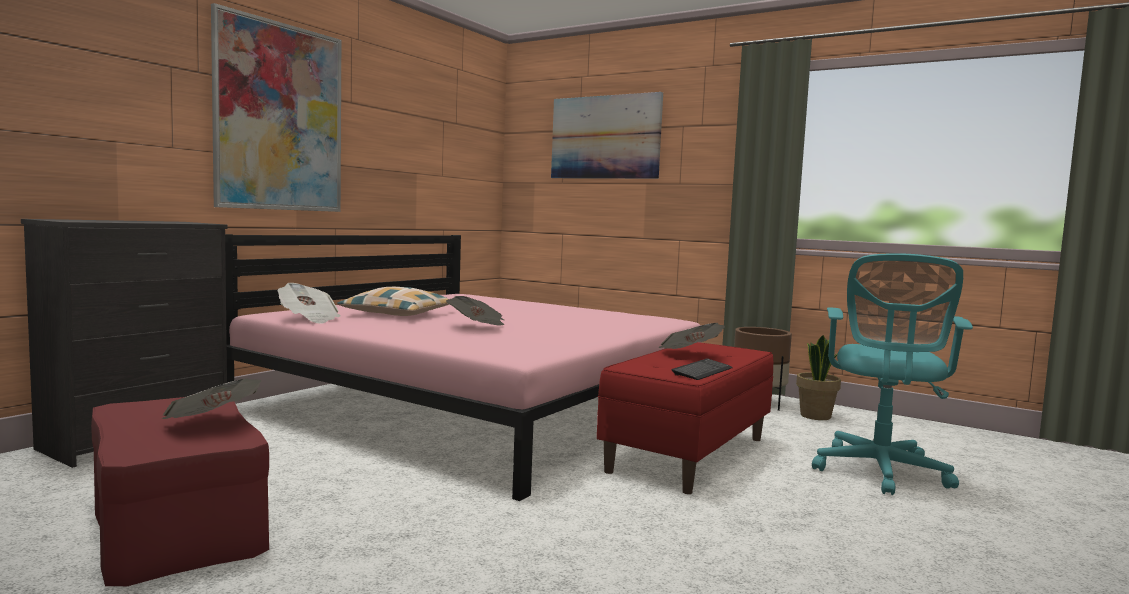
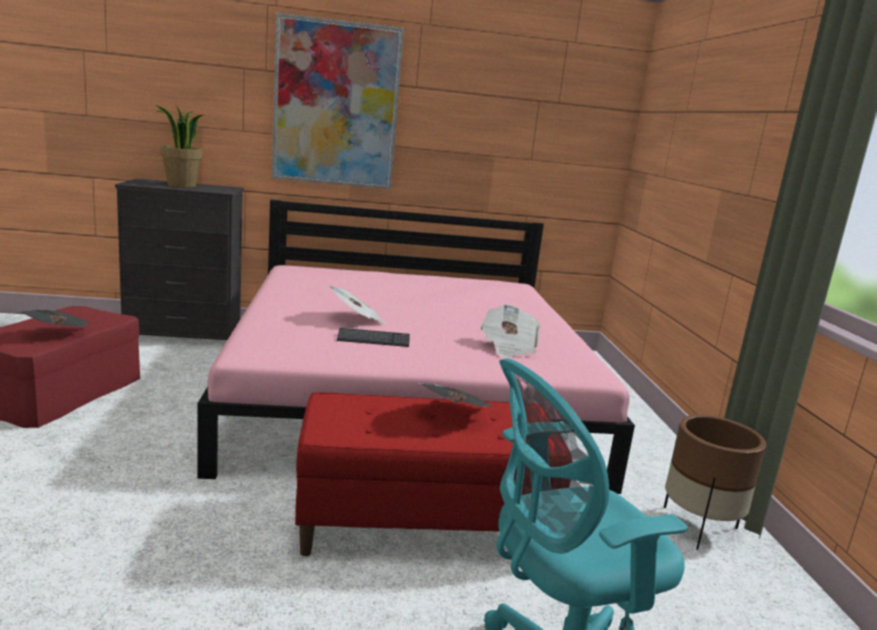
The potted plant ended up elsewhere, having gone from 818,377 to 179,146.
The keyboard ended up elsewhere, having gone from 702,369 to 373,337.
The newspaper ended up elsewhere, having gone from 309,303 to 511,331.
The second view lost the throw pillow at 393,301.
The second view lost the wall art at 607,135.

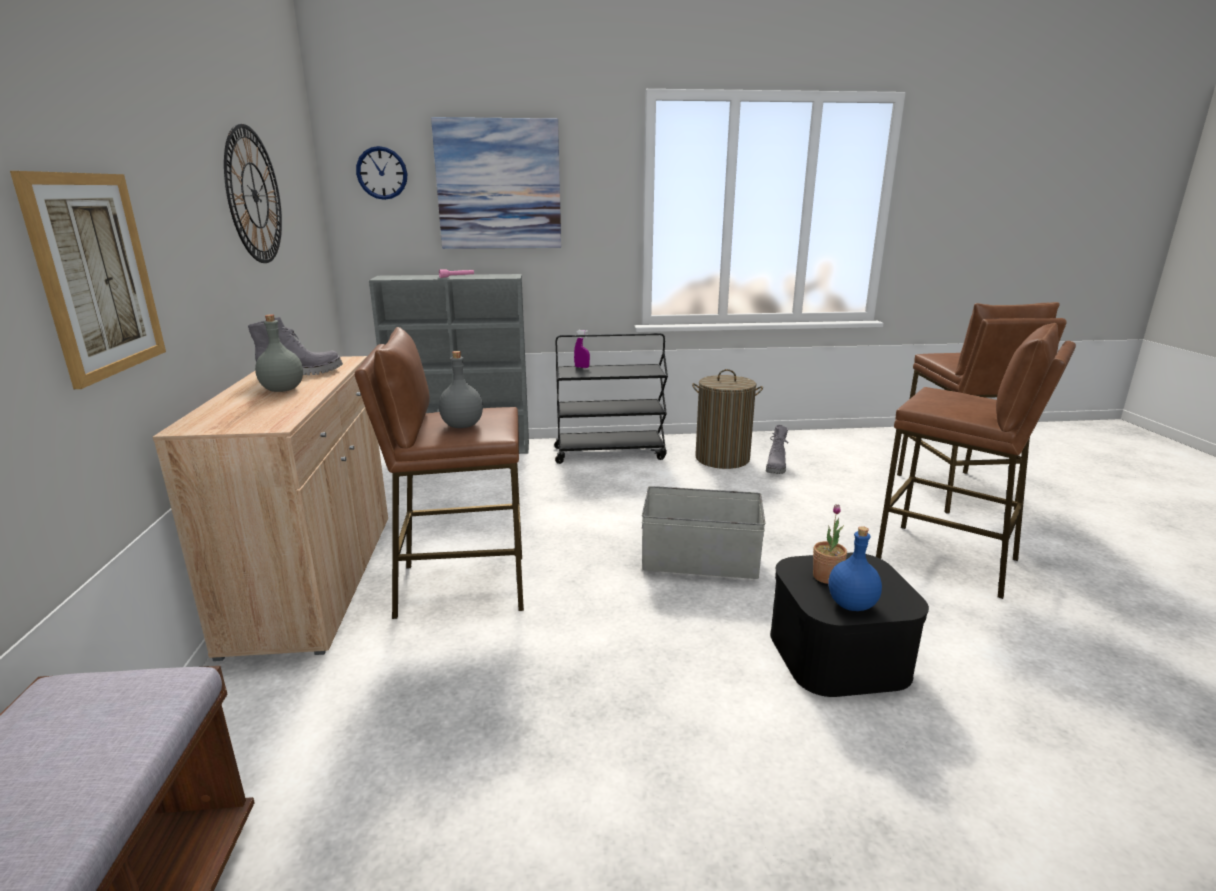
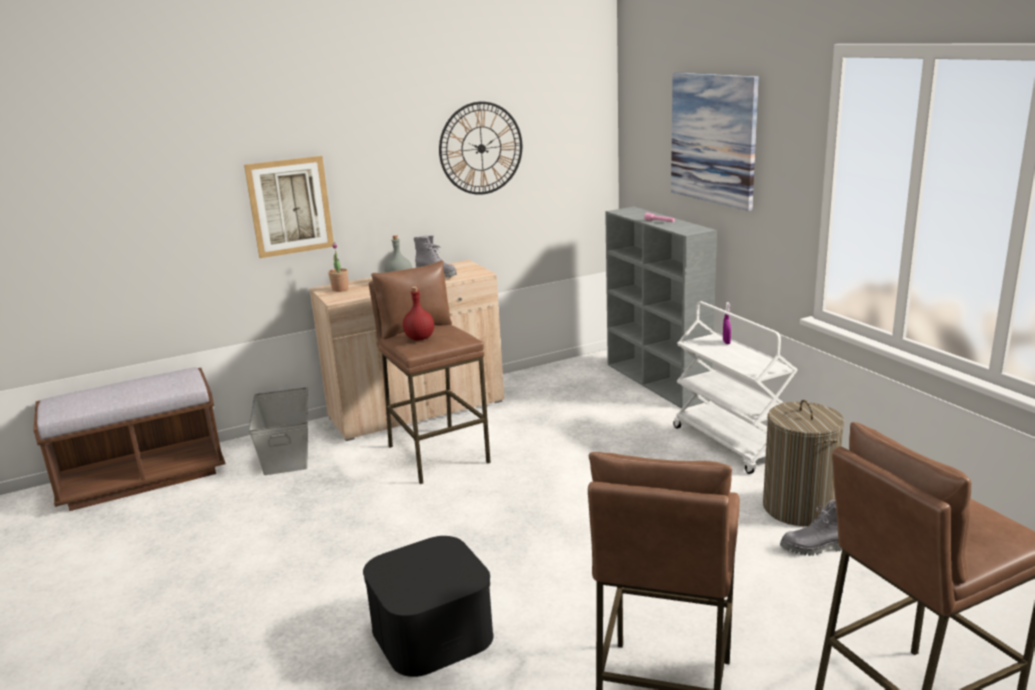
The greyish storage box ended up elsewhere, having gone from 704,532 to 278,431.
The potted plant ended up elsewhere, having gone from 830,544 to 338,267.
What was the greyish drink bottle at 461,389 turned into the reddish drink bottle at 418,313.
What was the black-coloured cart at 611,398 turned into the whitish cart at 735,387.
The second view lost the wall clock at 381,173.
The second view lost the blue drink bottle at 855,568.

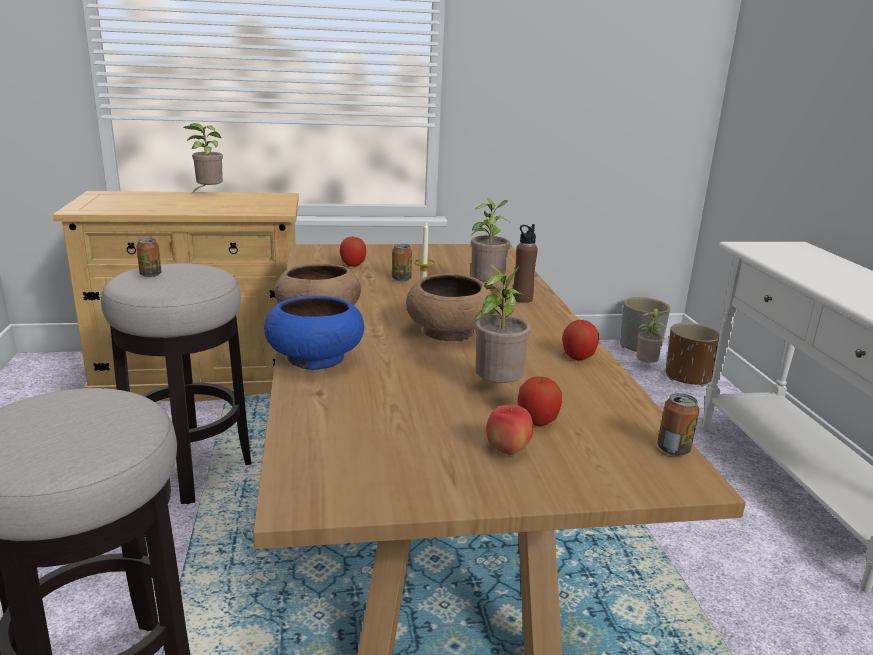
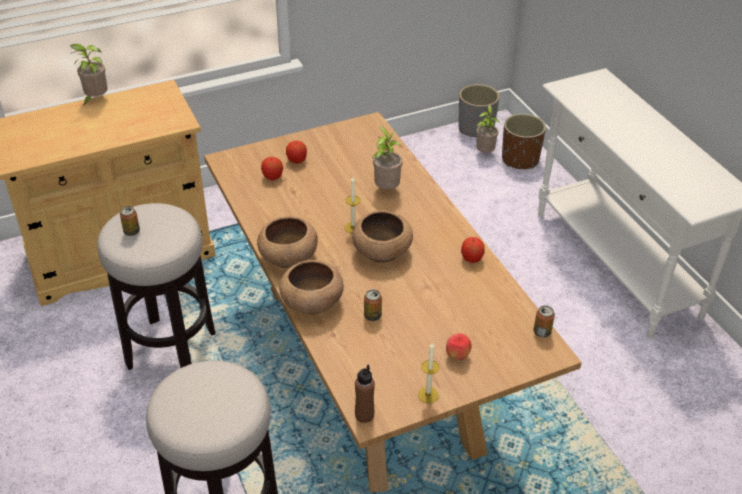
What was the blue serving bowl at 314,333 turned into the brown serving bowl at 311,287.
The whole apple ended up elsewhere, having gone from 539,401 to 296,152.
The brown drink bottle ended up elsewhere, having gone from 525,263 to 365,394.
The can ended up elsewhere, having gone from 402,262 to 373,305.
The second view gained the wax candle at 429,373.
The second view lost the potted plant at 502,323.

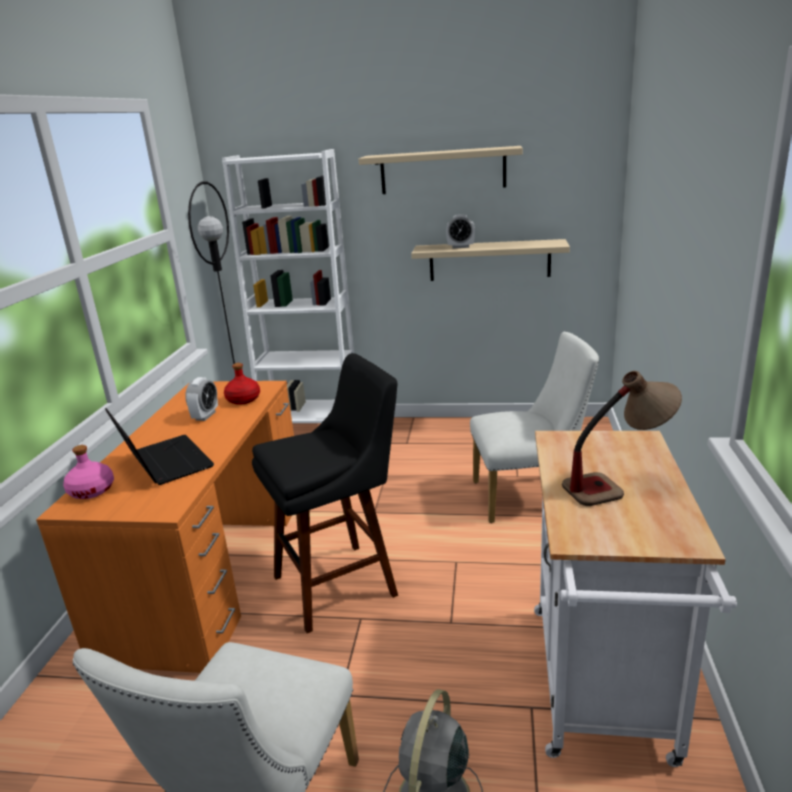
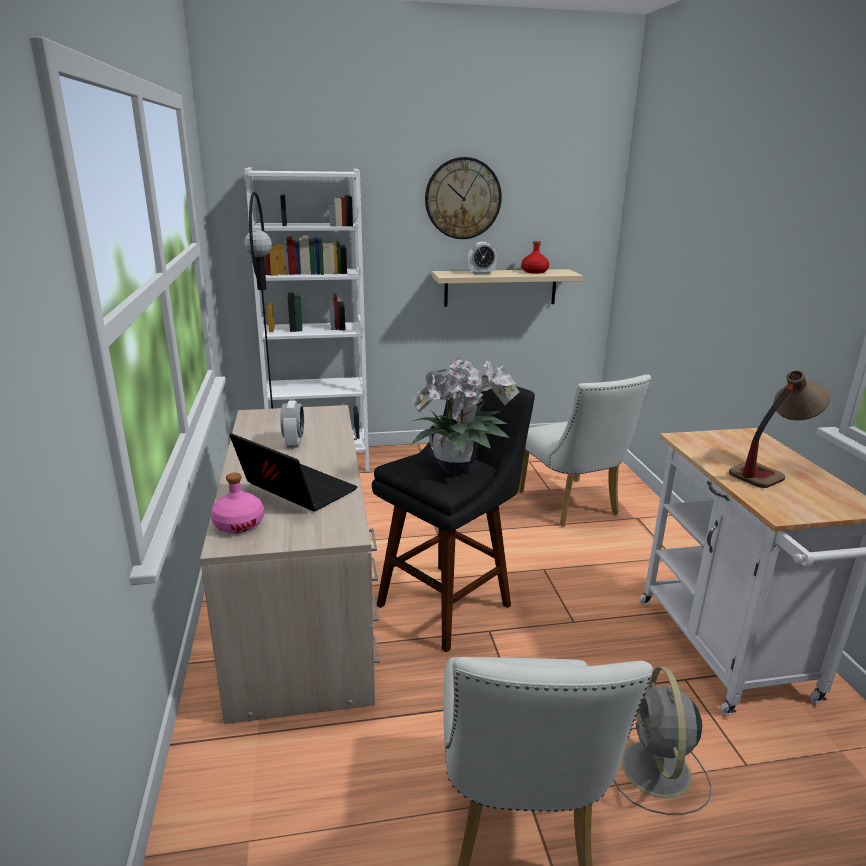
What was the orange desk at 165,527 turned into the beige desk at 289,564.
The second view gained the potted plant at 465,416.
Where the beige bracket shelf hung at 441,170, the wall clock came to hang at 463,198.
The whitish plain chair at 534,427 ended up facing another way, 90 degrees clockwise from before.
The reddish drink bottle ended up elsewhere, having gone from 242,384 to 535,257.

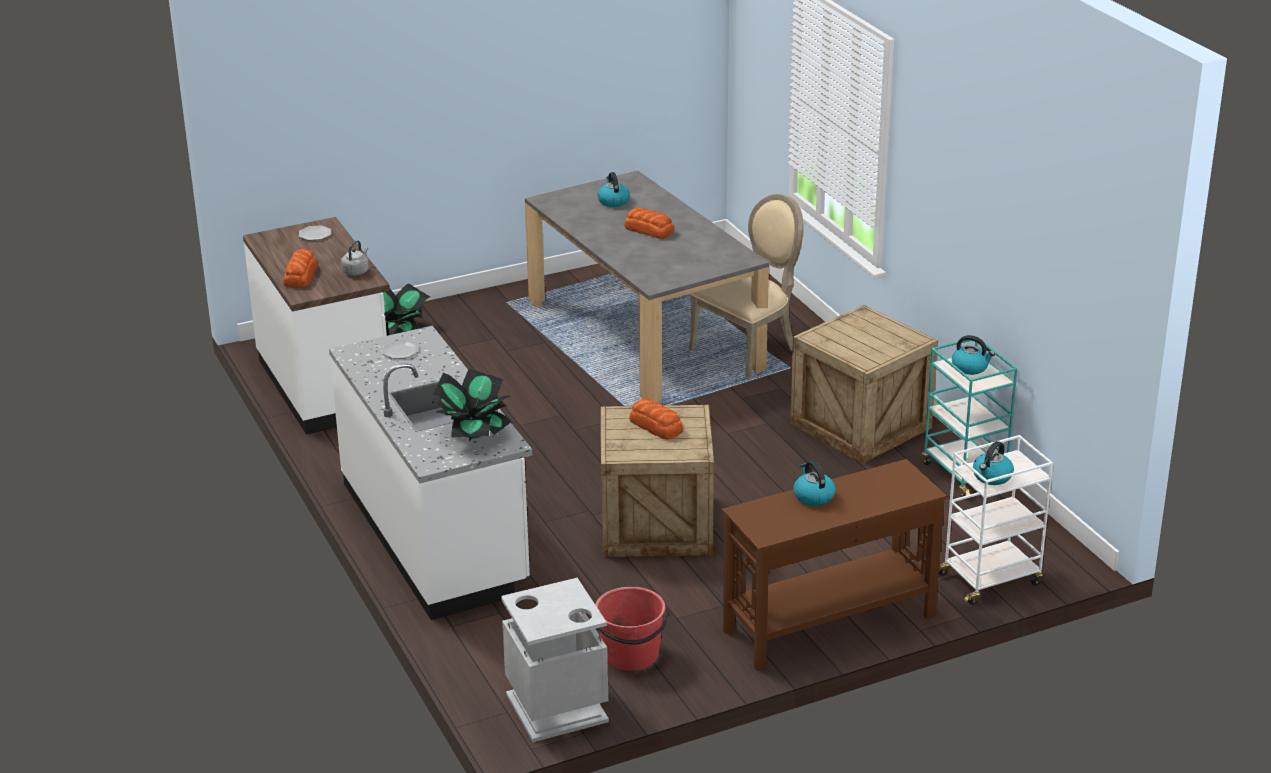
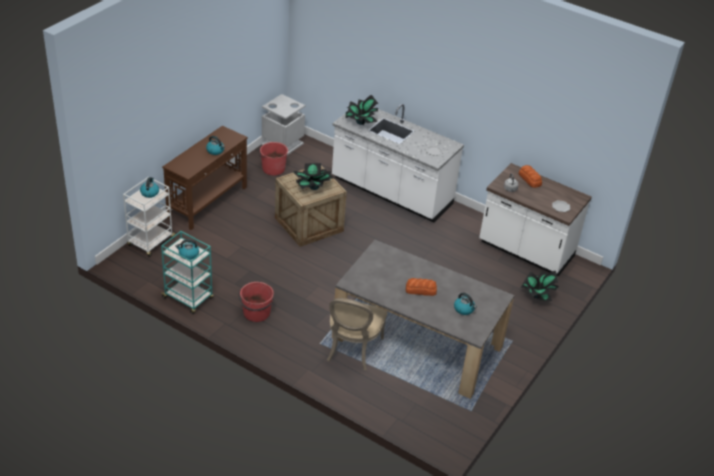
Where the shipping crate stood at 864,384, the reddish bucket came to stand at 256,302.
Where the bread stood at 656,418, the potted plant came to stand at 313,176.

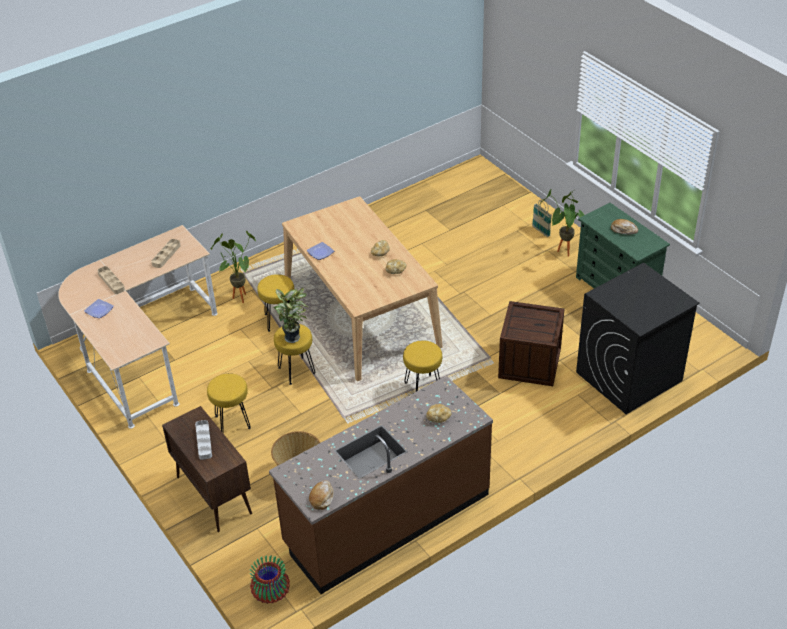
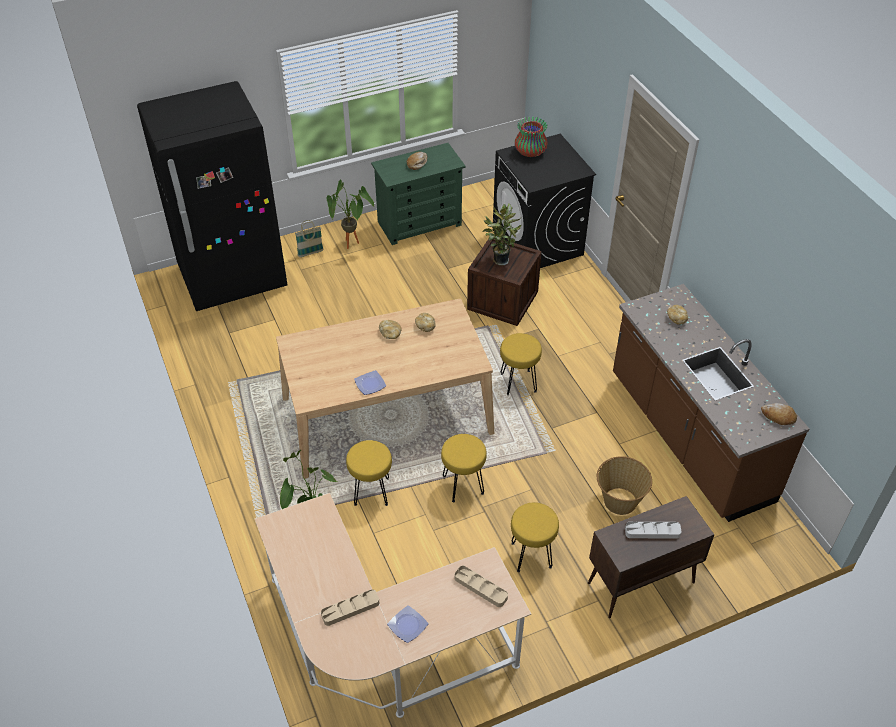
The second view gained the black-coloured refrigerator at 212,196.
The beige carrying tray ended up elsewhere, having gone from 166,253 to 481,586.
The potted plant ended up elsewhere, having gone from 291,315 to 502,234.
The vase ended up elsewhere, having gone from 270,579 to 531,137.

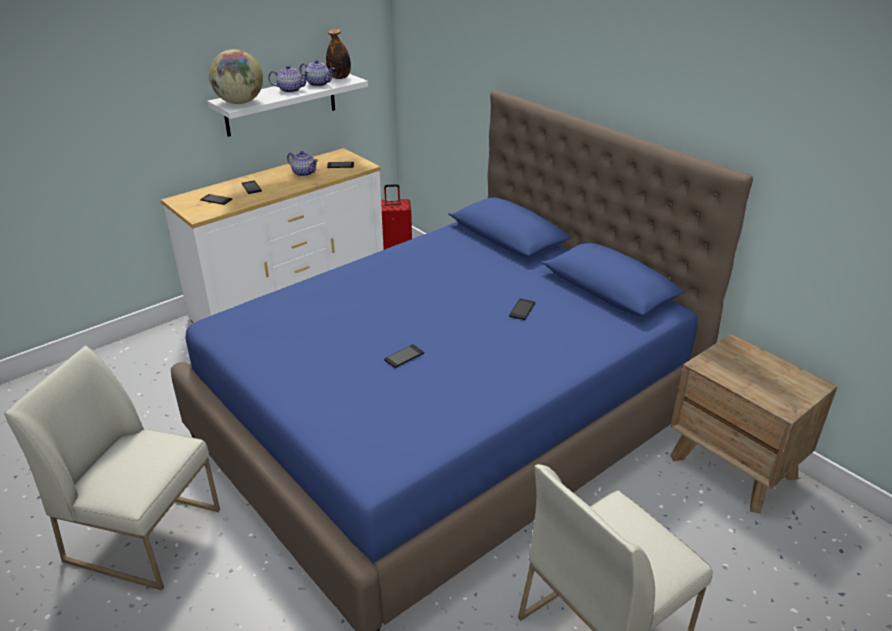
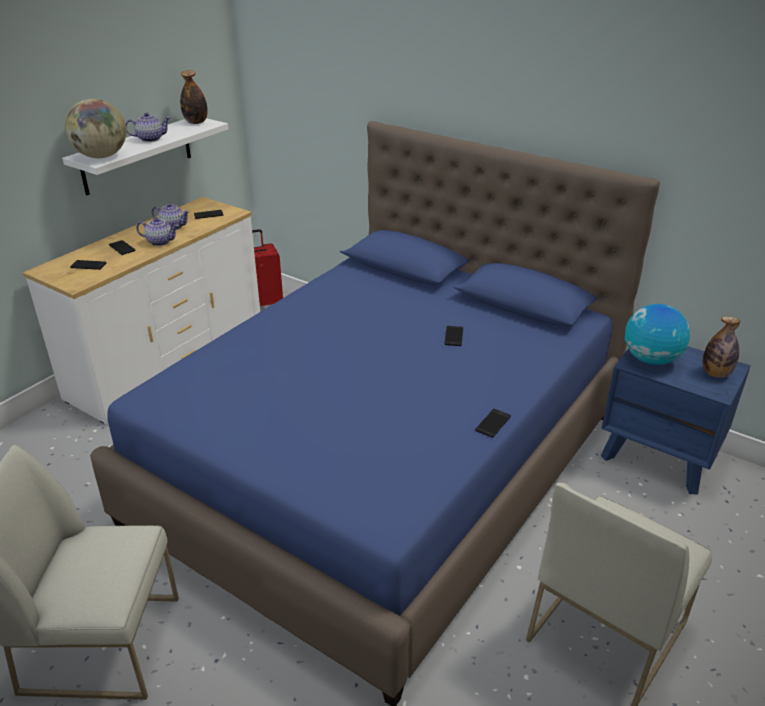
The pot for tea ended up elsewhere, having gone from 317,73 to 157,232.
The telephone ended up elsewhere, having gone from 404,356 to 493,423.
What was the brown nightstand at 754,424 turned into the blue nightstand at 676,420.
The second view gained the desk globe at 657,334.
The second view gained the drink bottle at 721,347.

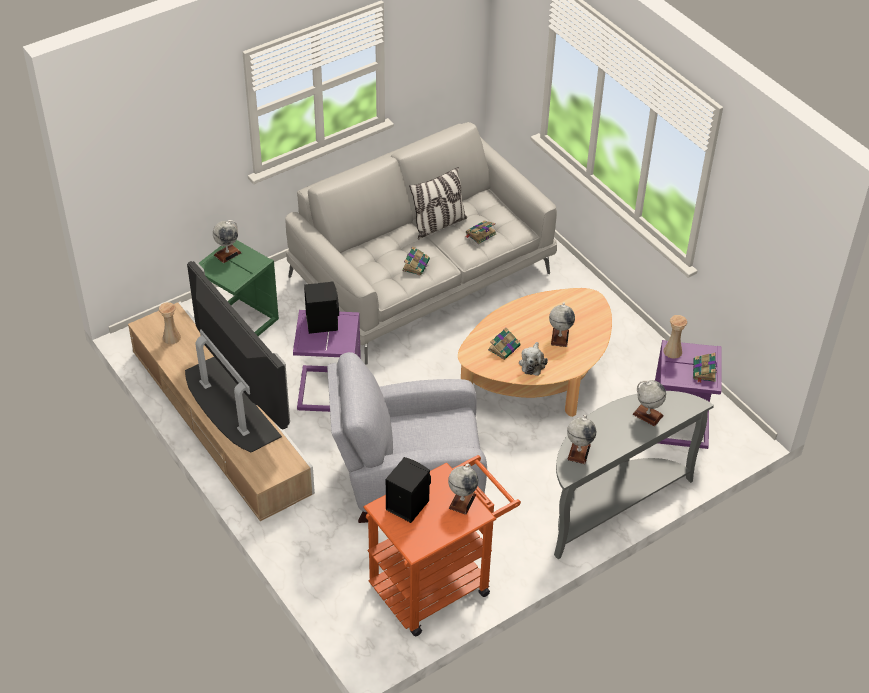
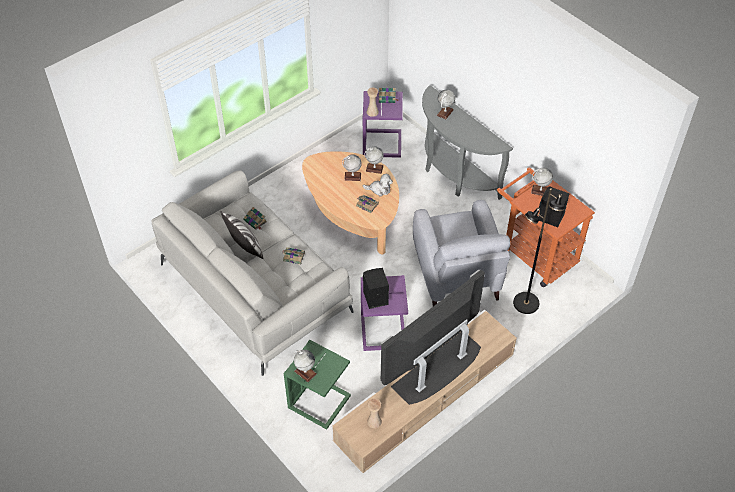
The desk globe ended up elsewhere, having gone from 581,439 to 374,160.
The second view gained the black-coloured standing lamp at 539,251.

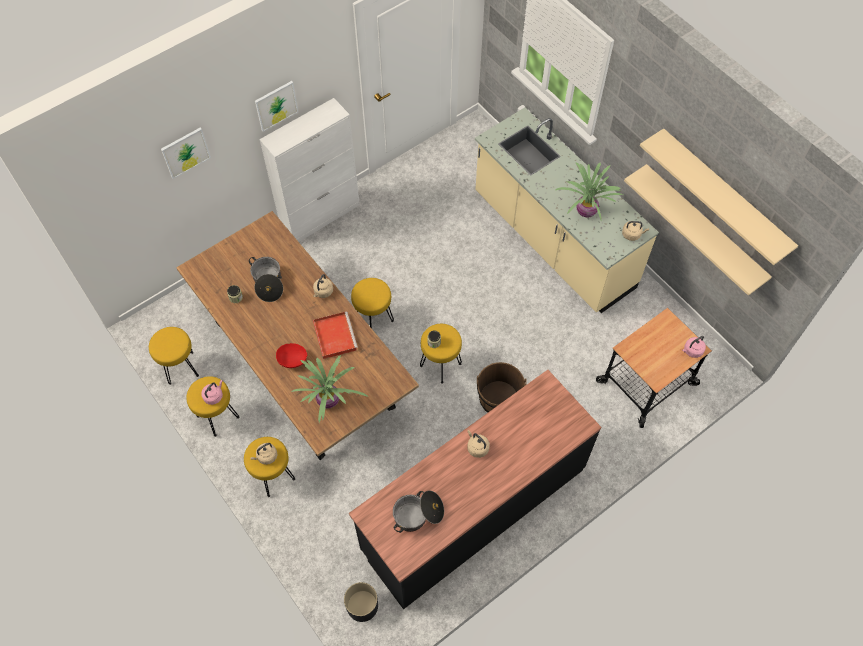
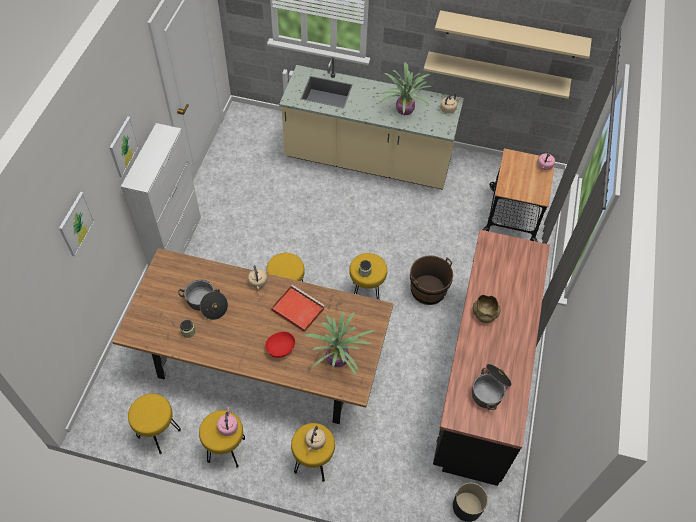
Where the beige tea kettle stood at 478,444, the beige serving bowl came to stand at 486,309.

